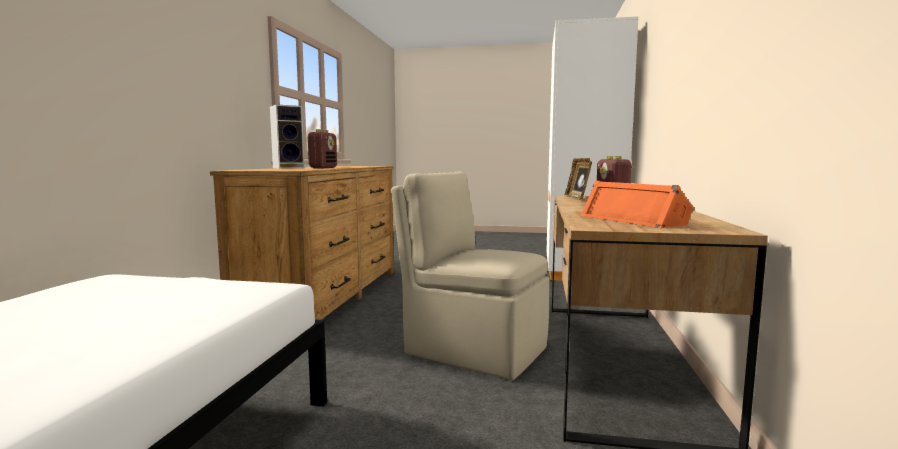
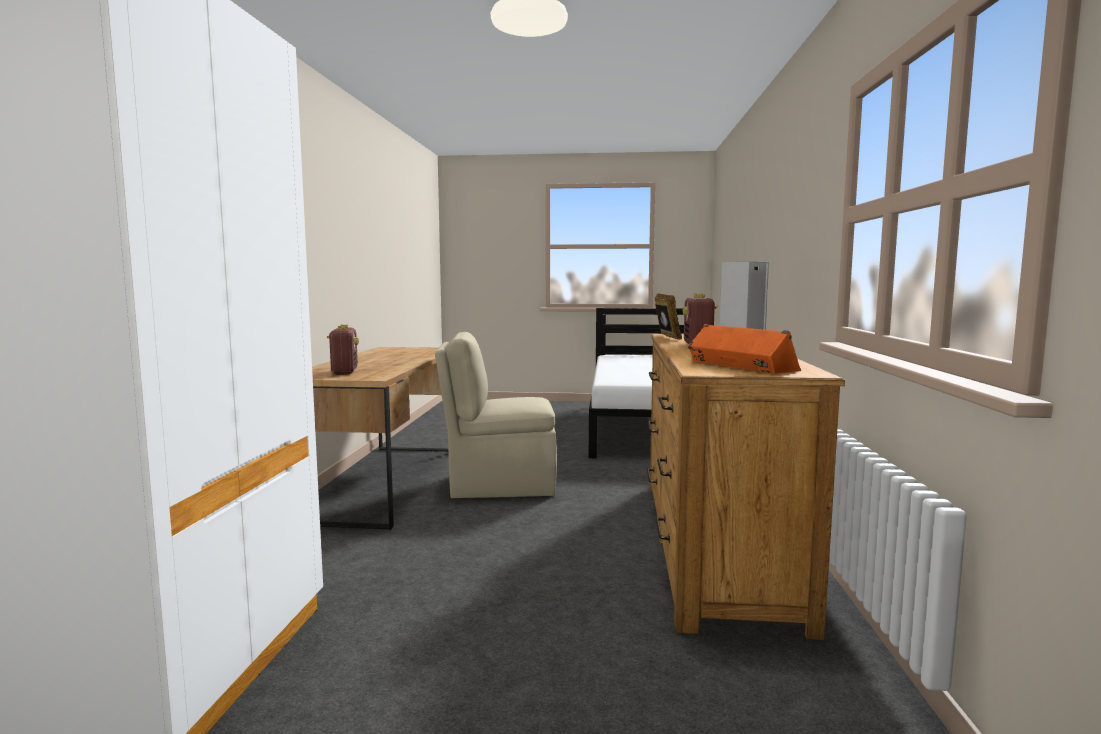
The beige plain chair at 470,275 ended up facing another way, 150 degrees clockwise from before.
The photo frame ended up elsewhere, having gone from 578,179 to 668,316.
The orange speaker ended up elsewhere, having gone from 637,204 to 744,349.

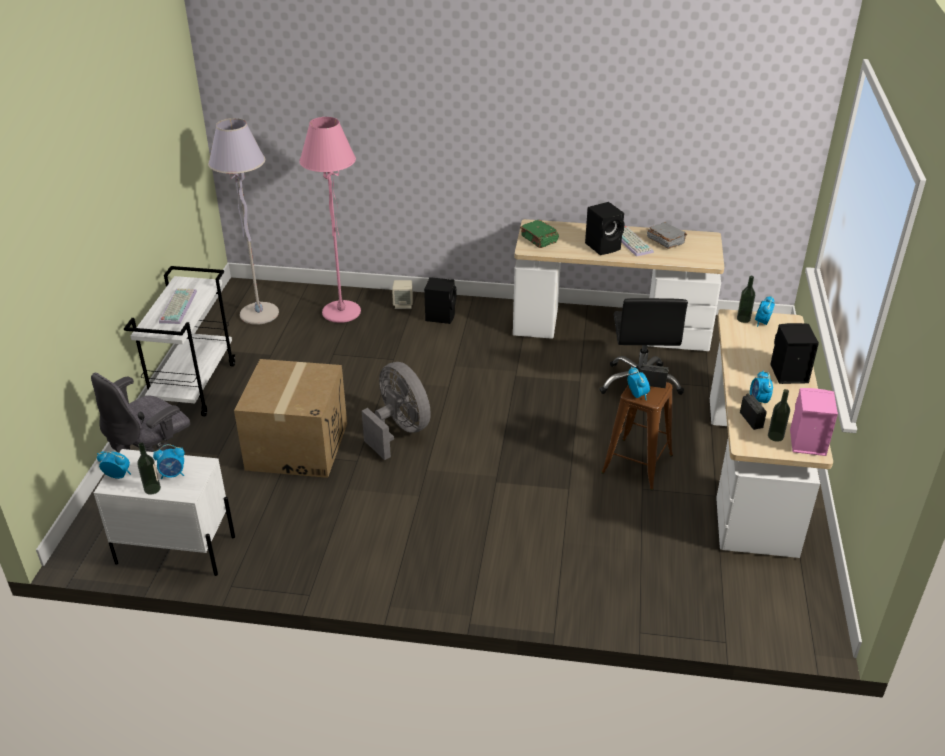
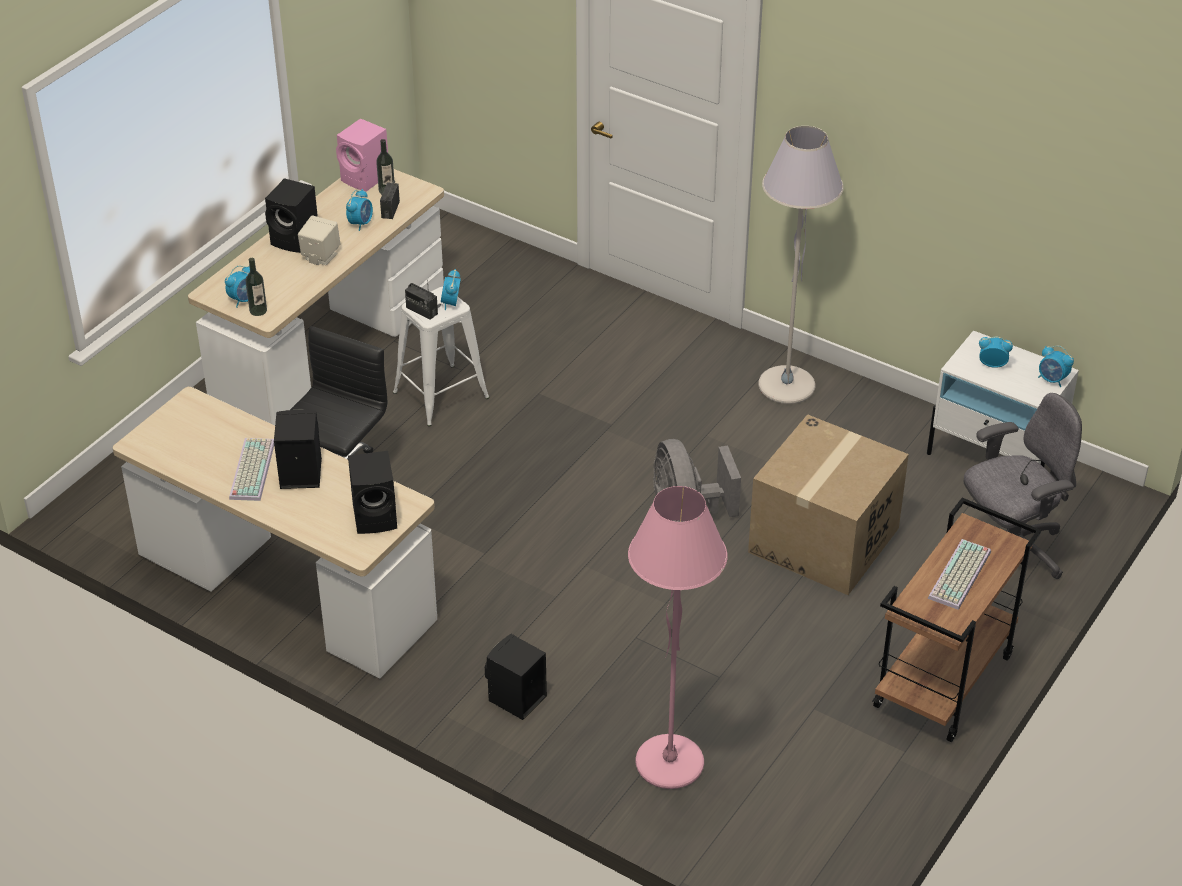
The beige speaker ended up elsewhere, having gone from 402,294 to 319,240.
Where the green volume stood at 539,234, the black-coloured speaker came to stand at 372,492.
What was the brown stool seat at 637,436 turned into the whitish stool seat at 441,356.
The greyish standing lamp ended up elsewhere, having gone from 243,221 to 801,265.
What was the whitish cart at 179,341 turned into the brown cart at 956,620.
The second view lost the drink bottle at 149,469.
The second view lost the greyish volume at 667,235.

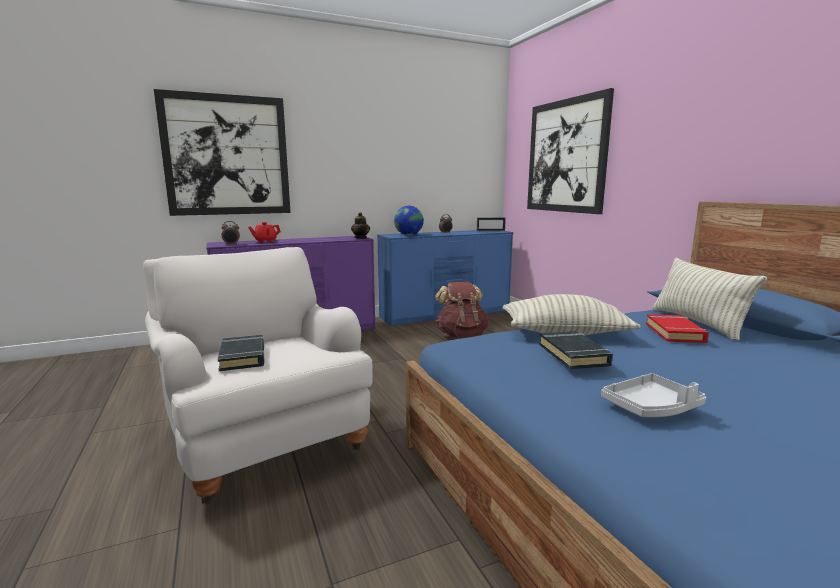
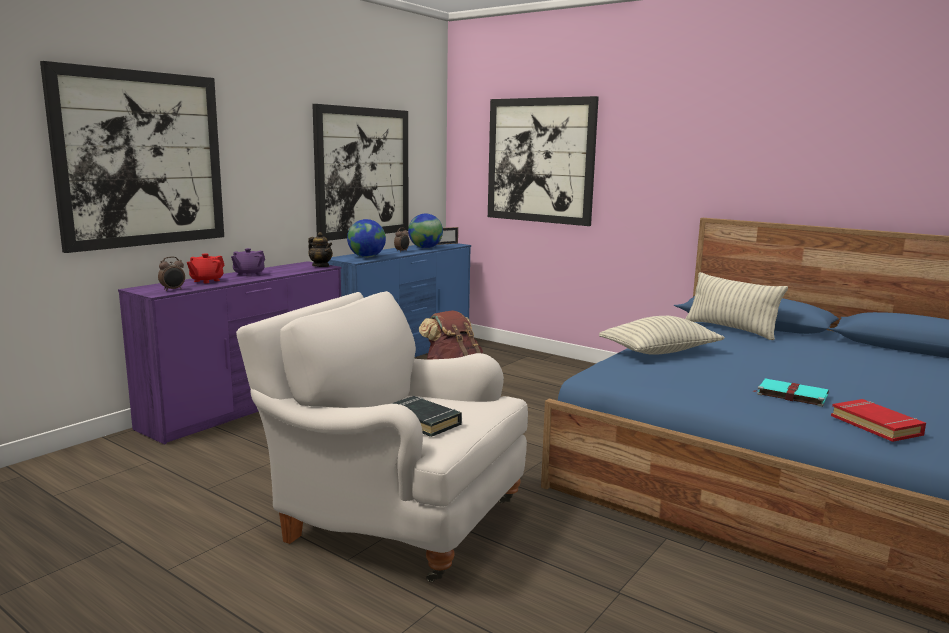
The second view gained the purple-coloured pot for tea at 248,262.
The second view gained the wall art at 360,172.
The second view gained the desk globe at 425,231.
Where the greyish carrying tray stood at 653,395, the blue-green volume came to stand at 791,392.
The reddish volume ended up elsewhere, having gone from 677,328 to 878,420.
The second view lost the black-coloured volume at 576,350.

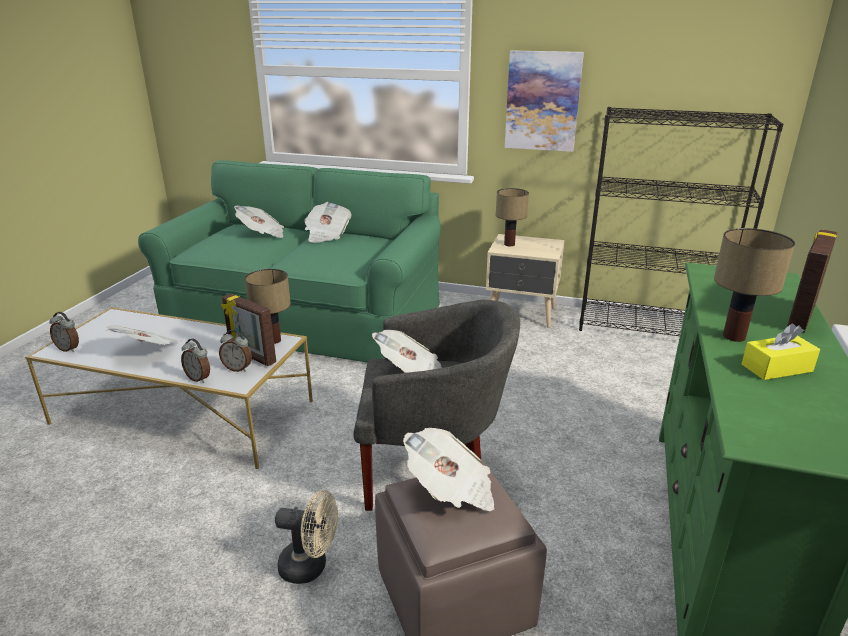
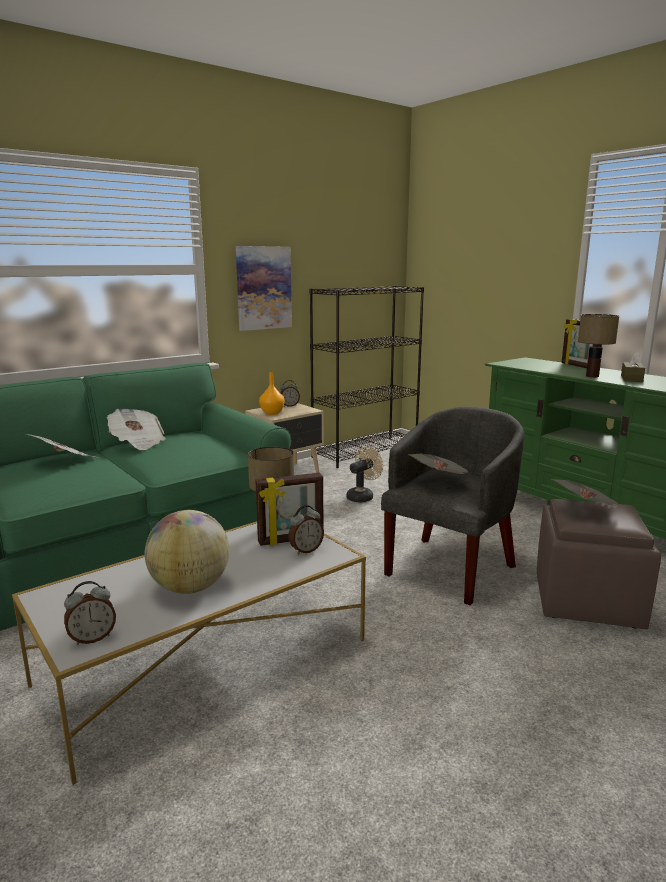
Where the newspaper stood at 144,335, the desk globe came to stand at 187,552.
Where the table lamp stood at 512,217, the orange vase came to stand at 272,393.
The table clock ended up elsewhere, having gone from 195,361 to 290,393.
The beige cooling fan ended up elsewhere, having gone from 306,537 to 364,475.
What was the yellowish box of tissues at 781,352 turned into the brown box of tissues at 633,367.

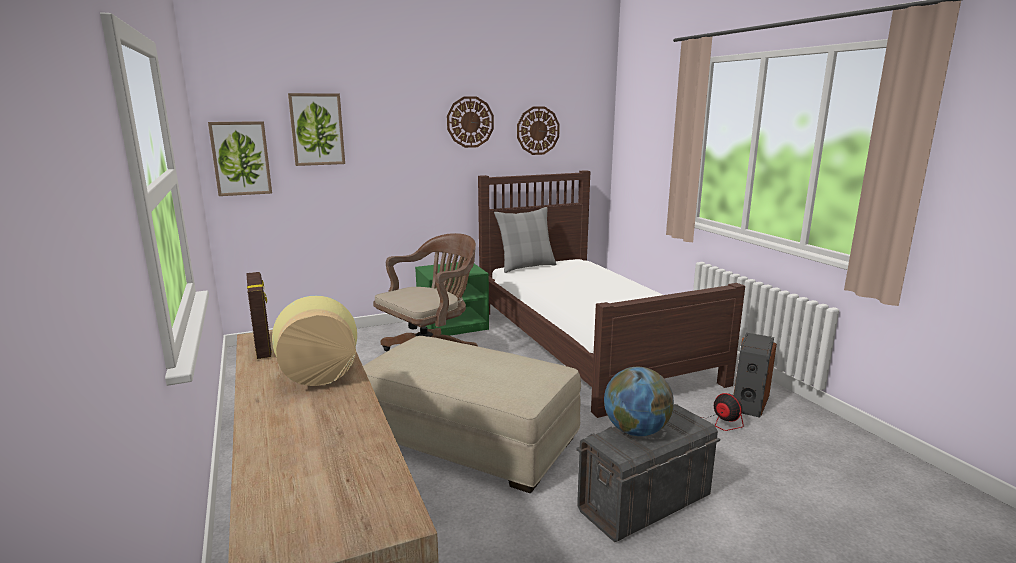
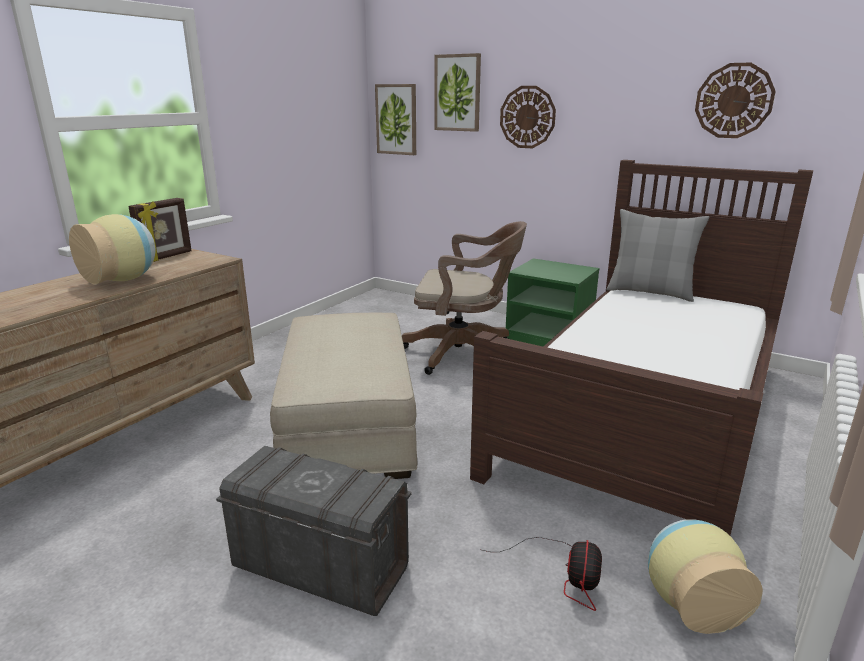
The wall clock ended up elsewhere, having gone from 470,122 to 528,117.
Where the speaker stood at 755,375, the vase came to stand at 705,576.
The second view lost the desk globe at 639,401.

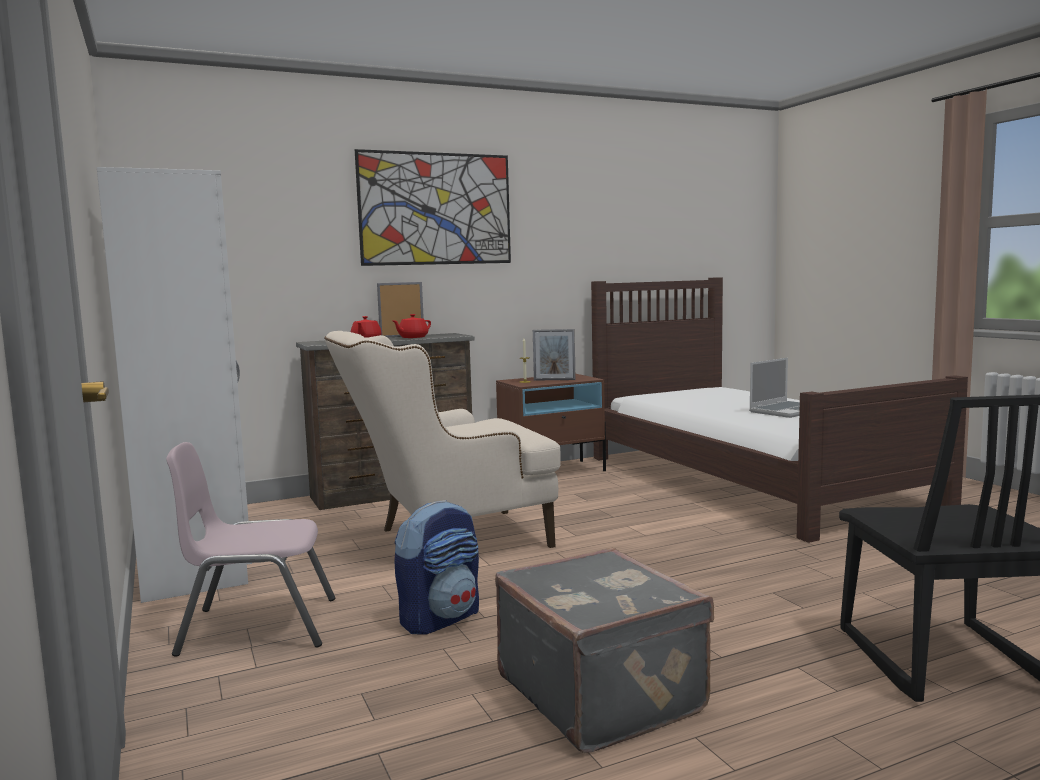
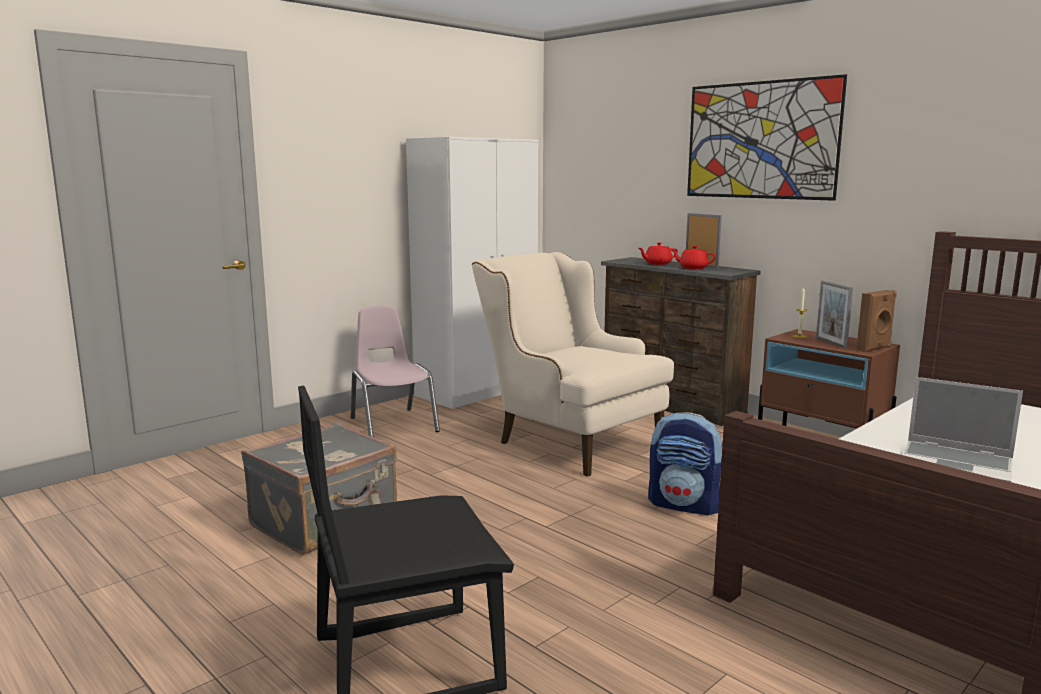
The backpack ended up elsewhere, having gone from 436,567 to 685,464.
The second view gained the brown speaker at 876,321.

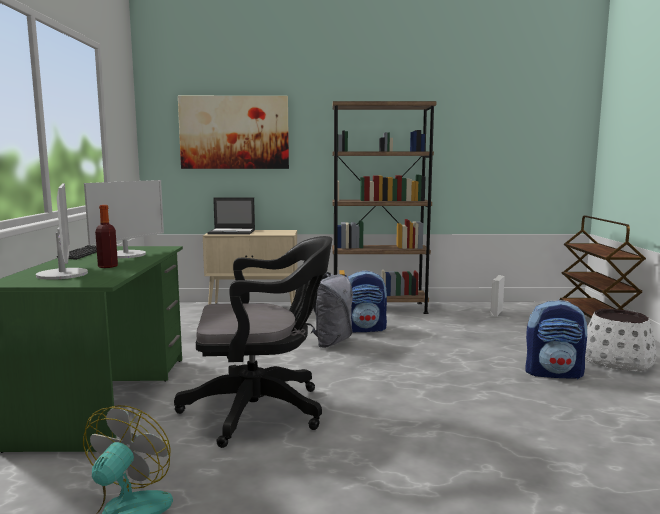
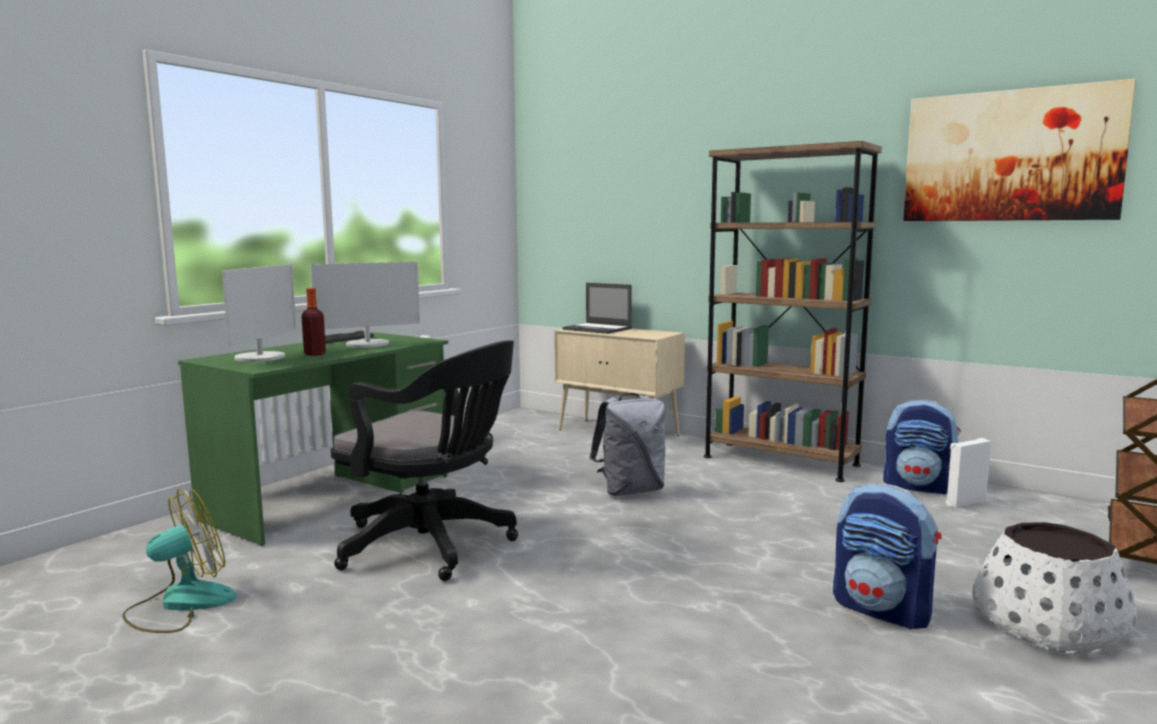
The backpack ended up elsewhere, having gone from 367,301 to 922,447.
The wall art ended up elsewhere, having gone from 233,132 to 1019,150.

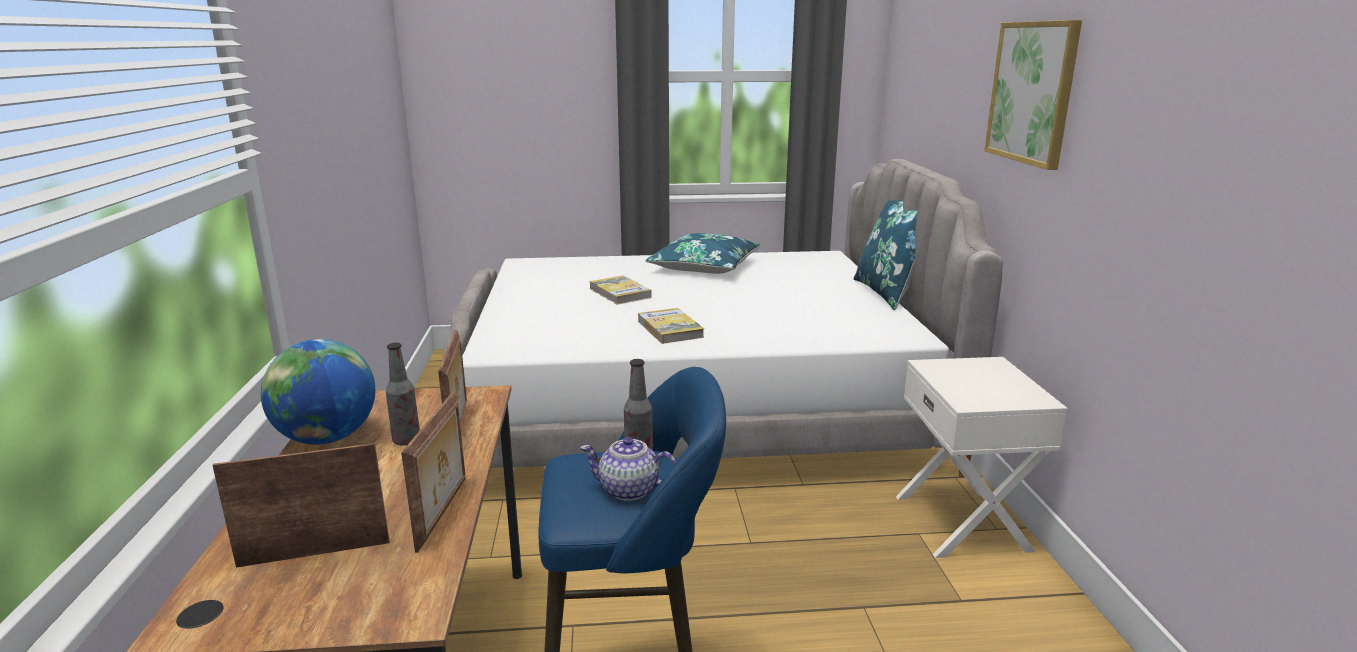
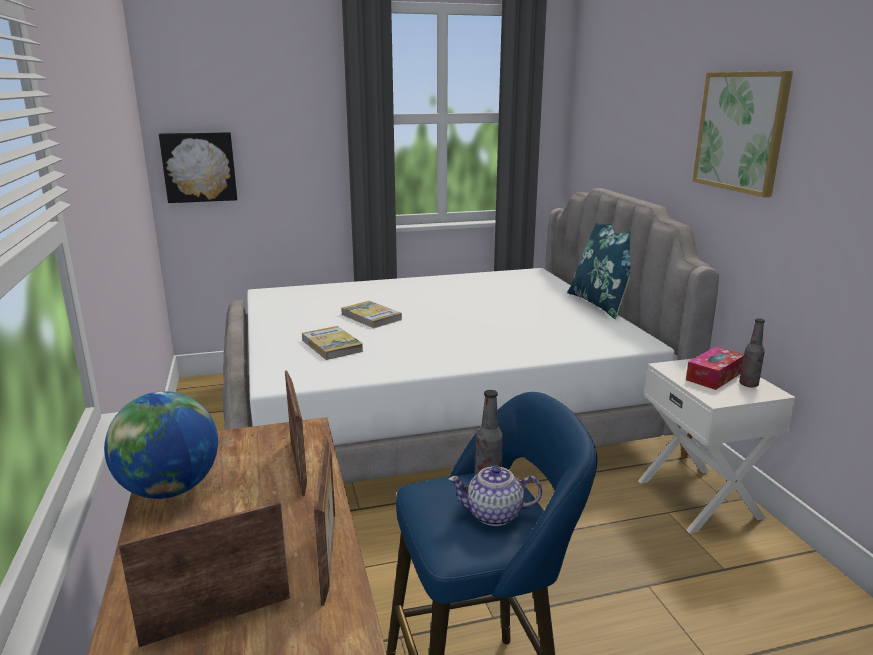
The second view gained the wall art at 198,167.
The volume ended up elsewhere, having gone from 671,326 to 332,343.
The second view gained the box of tissues at 715,368.
The drink bottle ended up elsewhere, having gone from 403,394 to 752,352.
The second view lost the blue throw pillow at 703,253.

